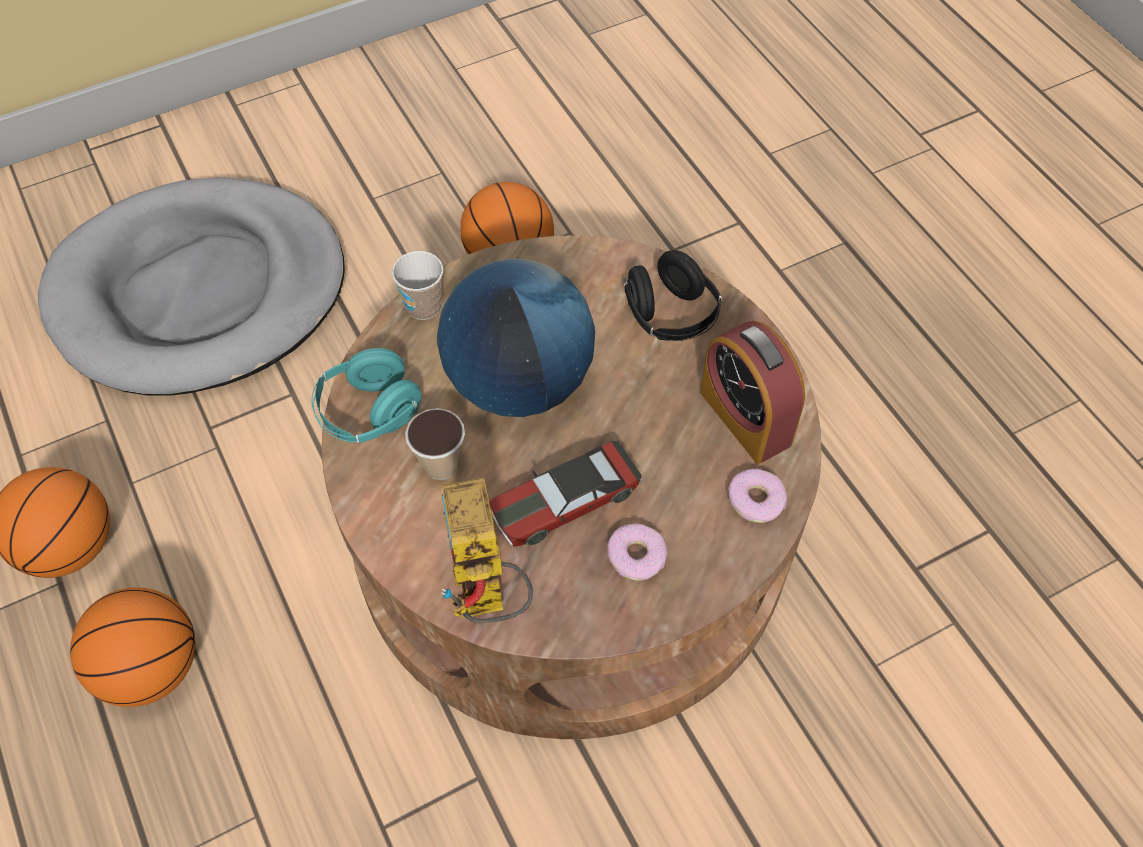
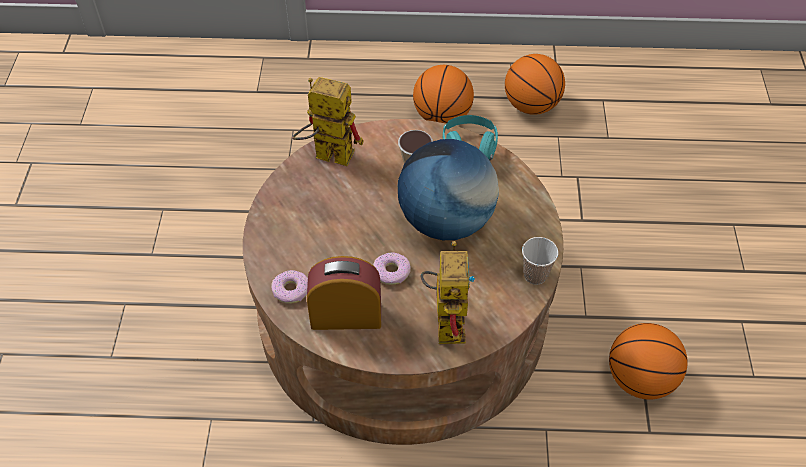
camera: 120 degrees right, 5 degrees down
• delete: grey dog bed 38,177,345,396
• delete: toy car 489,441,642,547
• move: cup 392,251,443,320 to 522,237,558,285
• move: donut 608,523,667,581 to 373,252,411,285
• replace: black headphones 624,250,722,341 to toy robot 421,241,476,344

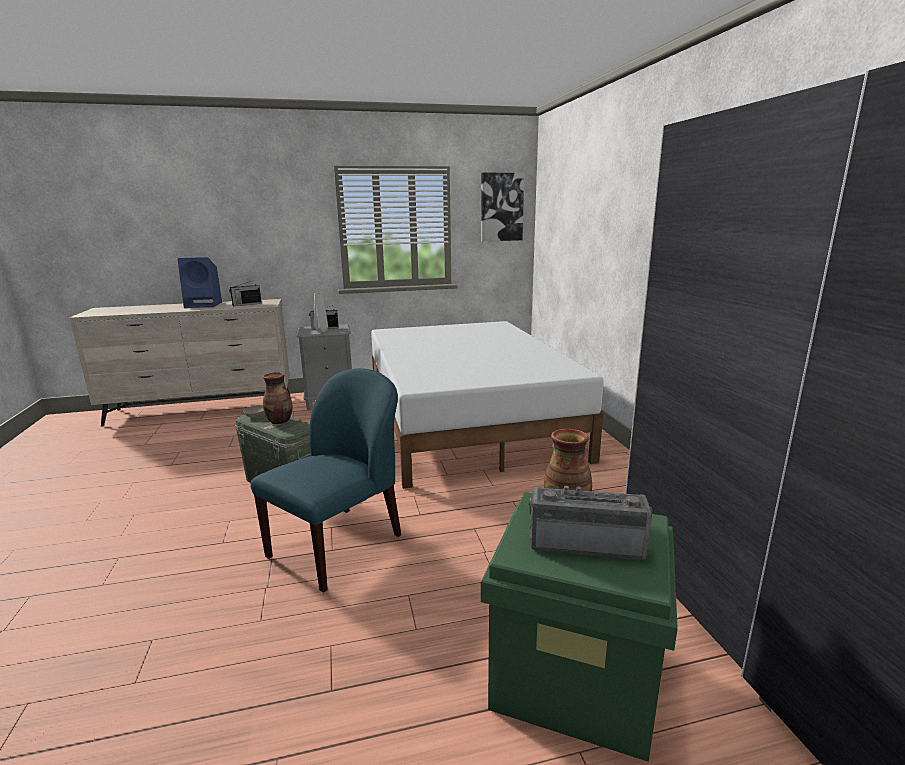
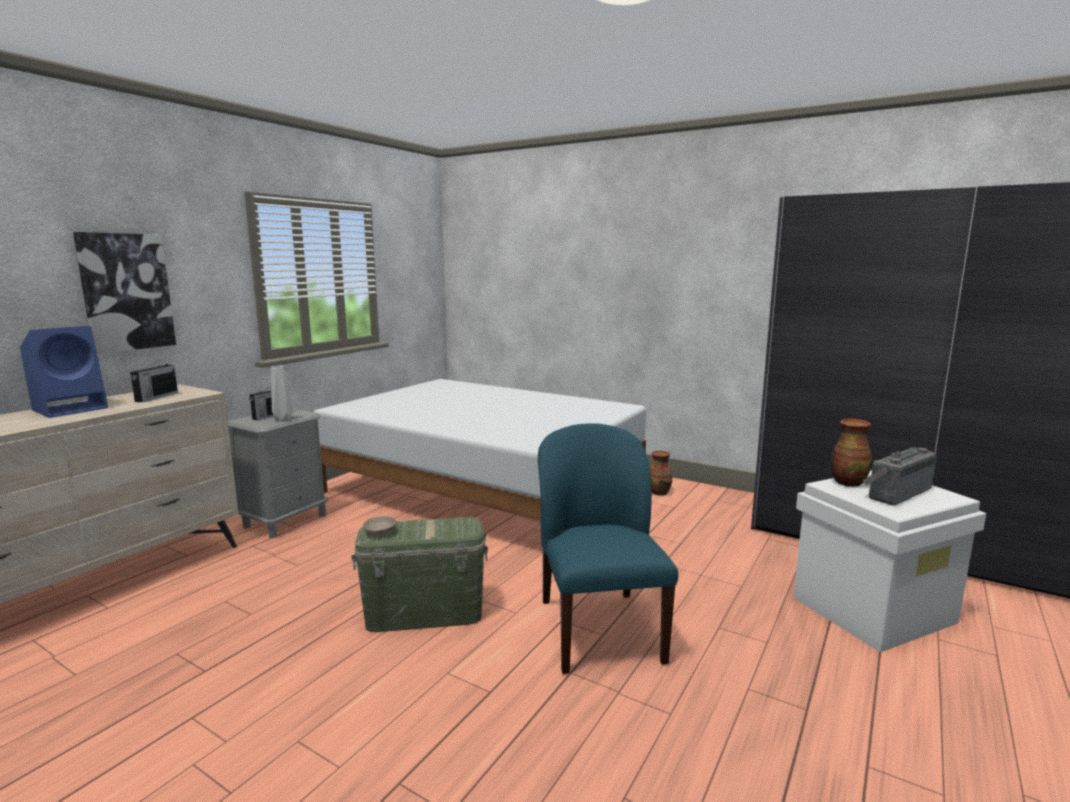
camera: 45 degrees left, 5 degrees down
• move: vase 263,372,293,424 to 650,451,672,495
• move: picture 481,173,524,241 to 73,232,176,354
• recolor: green storage box 481,492,678,762 to white storage box 793,470,986,653

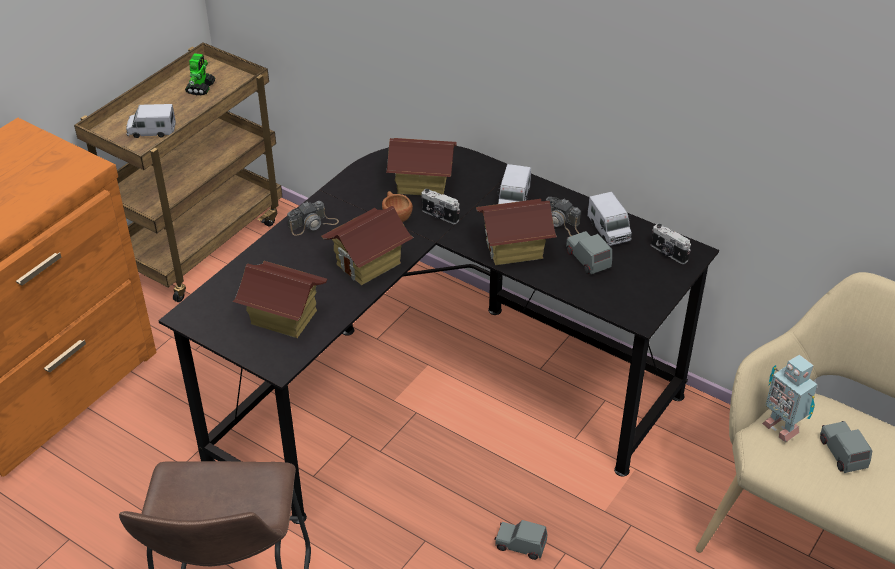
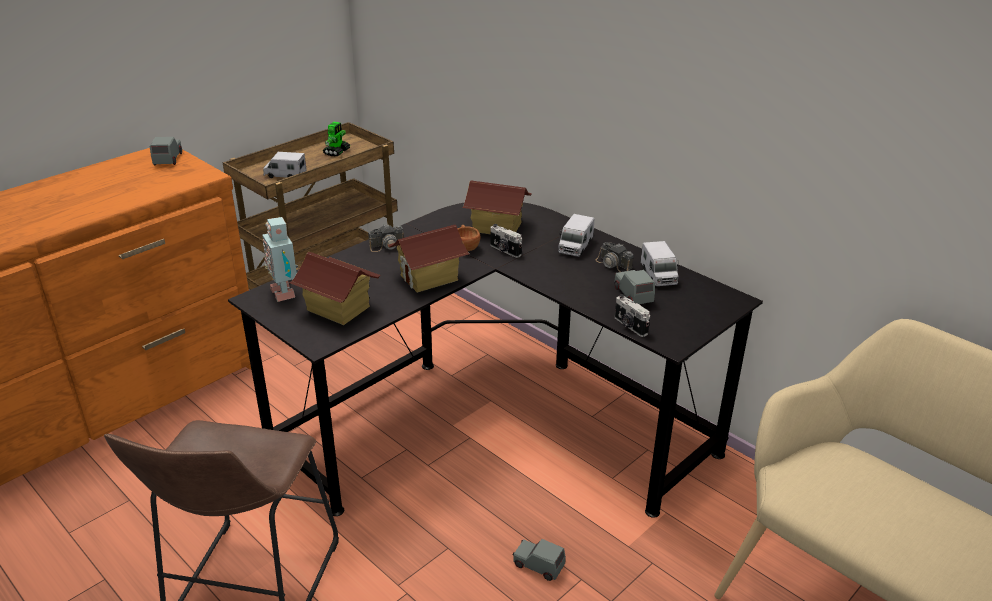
camera: 10 degrees right, 10 degrees down
• delete: toy house 476,199,557,265
• move: photo camera 651,223,691,264 to 615,295,650,337
• move: toy robot 762,355,818,442 to 262,217,298,302
• move: grey toy car 820,421,873,473 to 150,137,182,165

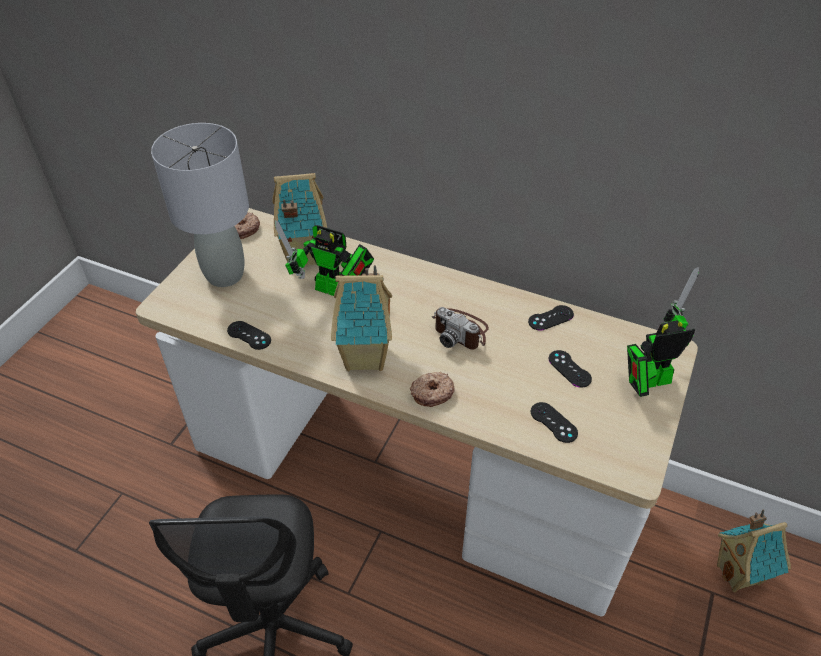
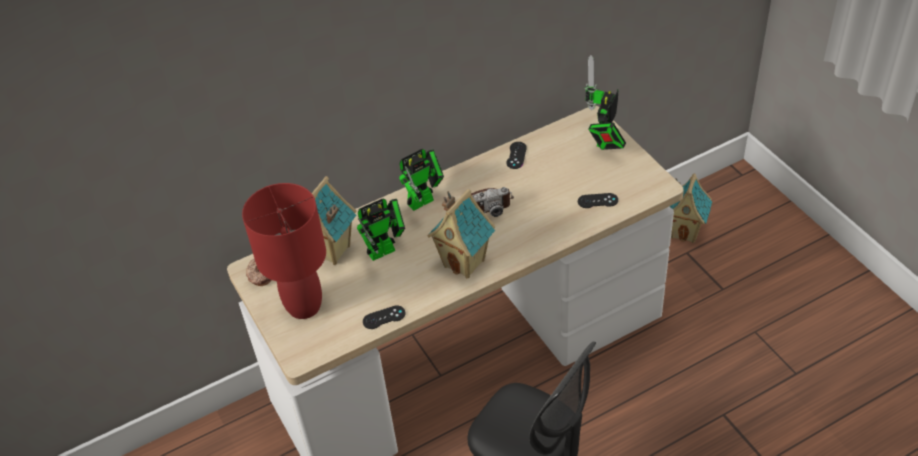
camera: 50 degrees left, 0 degrees up
• delete: donut 410,372,454,407
• delete: black game controller 549,350,592,388
• insert: toy robot 399,149,444,211
• recolor: grey table lamp 151,123,249,287 to red table lamp 242,183,326,319

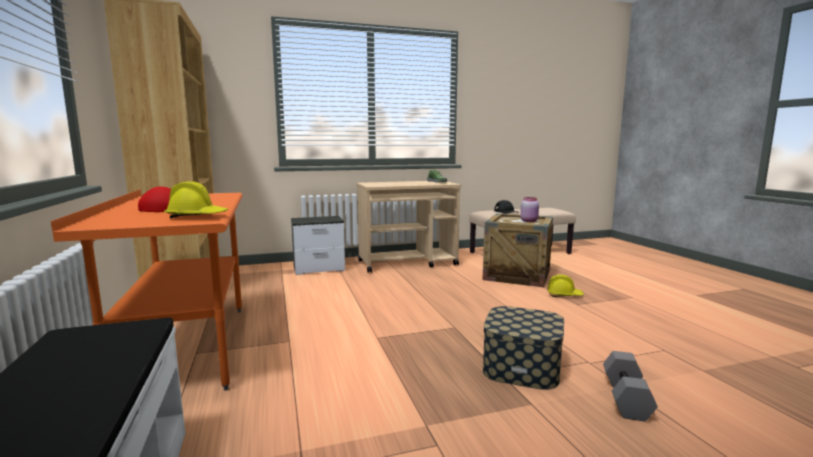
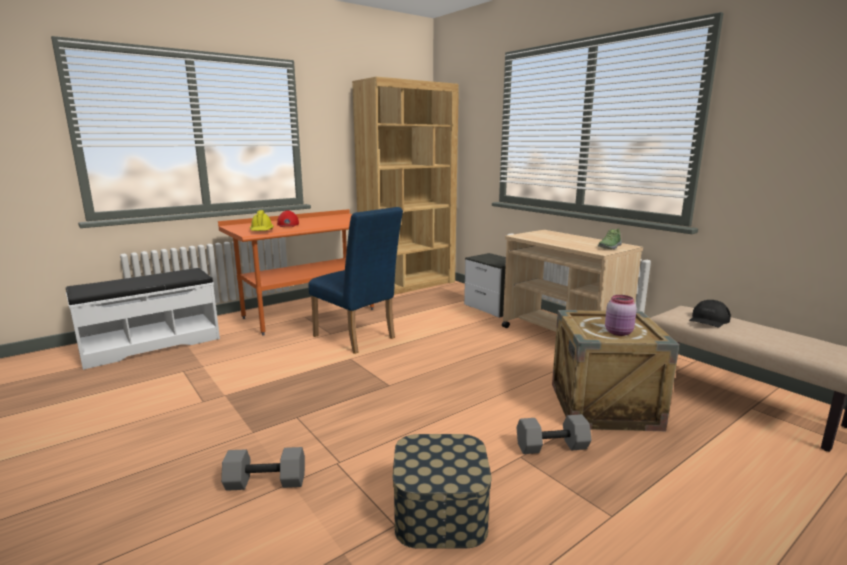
camera: 70 degrees right, 5 degrees up
• insert: blue chair 308,207,403,354
• move: storage box 483,306,564,390 to 392,434,492,549
• replace: yellow hard hat 548,275,584,297 to grey dumbbell 517,414,592,454

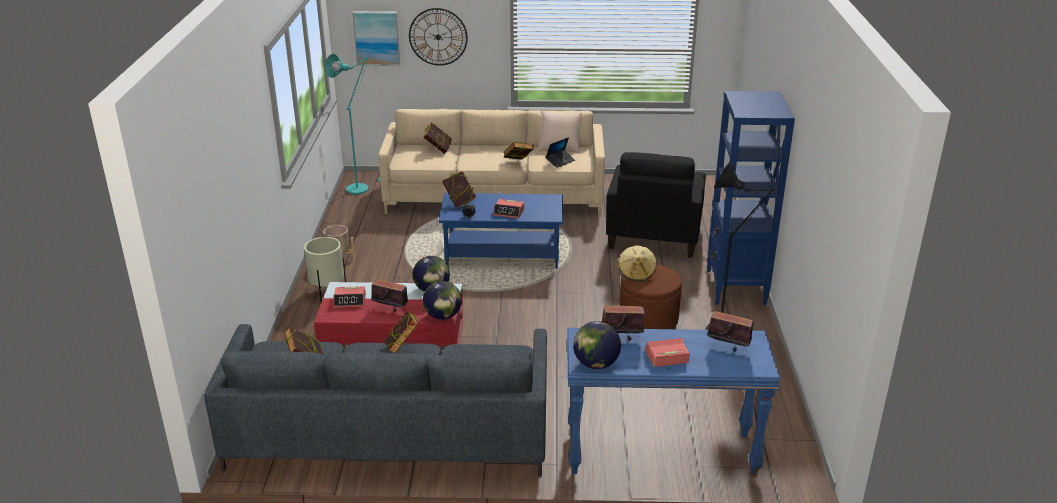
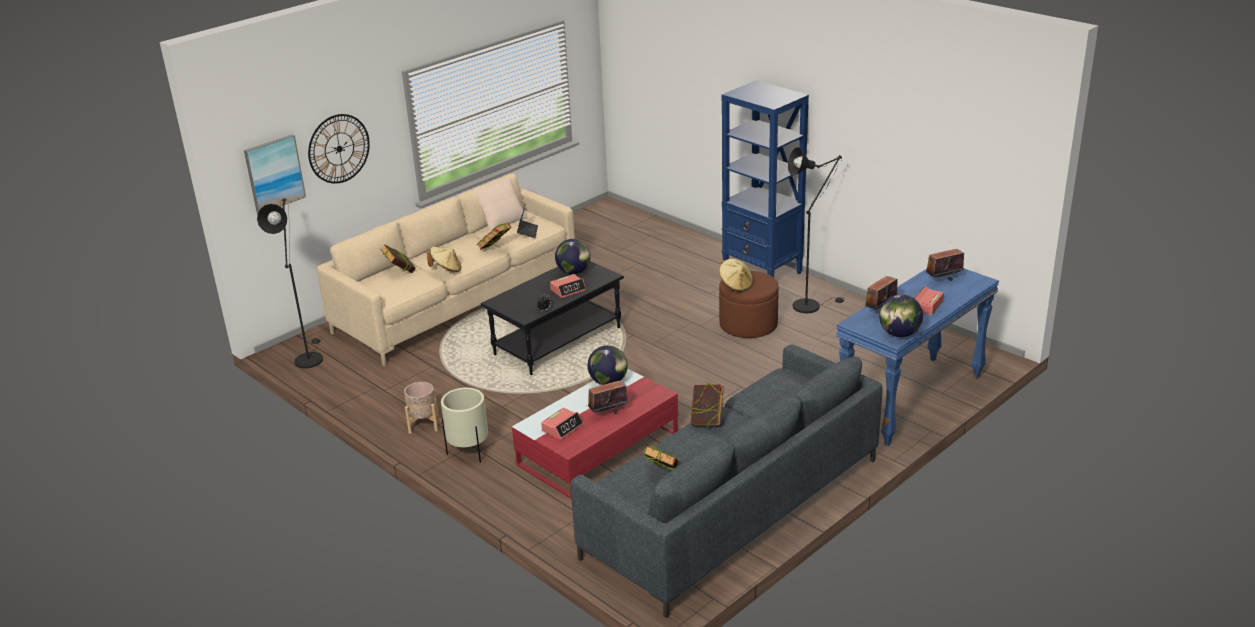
camera: 45 degrees left, 0 degrees up
• delete: book 442,171,476,208
• delete: black armchair 606,152,706,258
• insert: beige hat 427,246,461,272
• move: globe 423,281,462,320 to 555,239,591,274
• recolor: turquoise floor lamp 325,54,380,195 to black floor lamp 257,198,323,369
• recolor: blue coffee table 438,193,563,269 to black coffee table 481,261,624,375

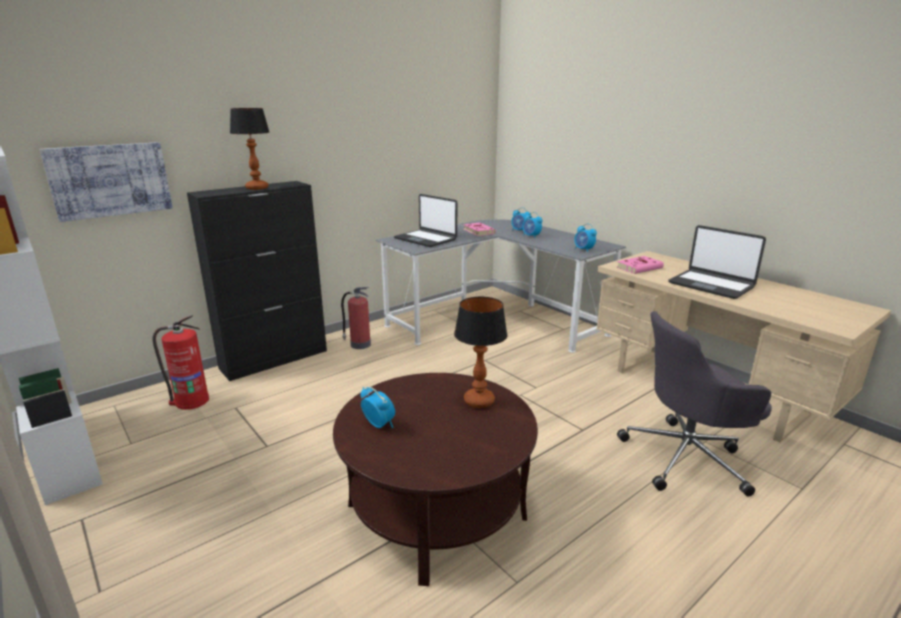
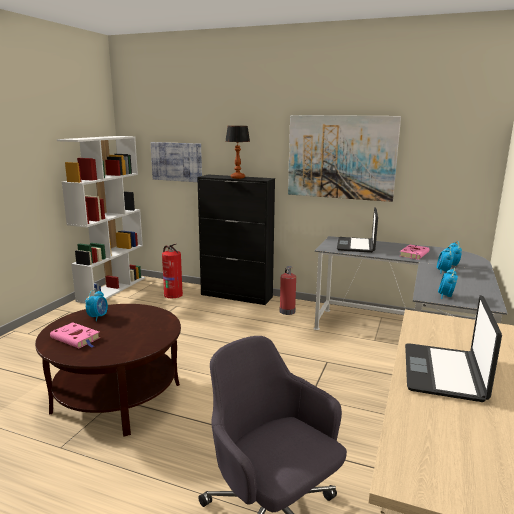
camera: 60 degrees right, 5 degrees down
• delete: table lamp 454,296,508,408
• insert: picture 288,115,401,202
• move: pink book 617,256,664,274 to 50,322,100,348

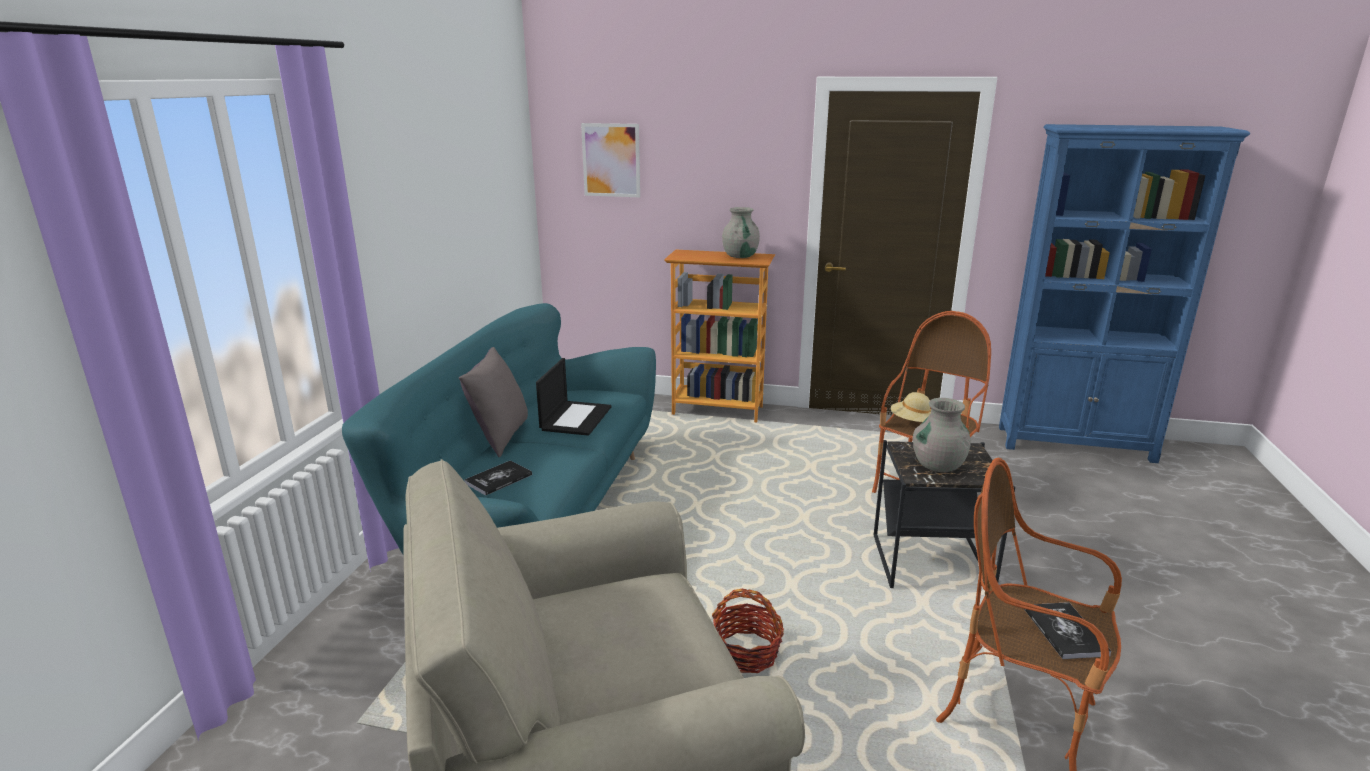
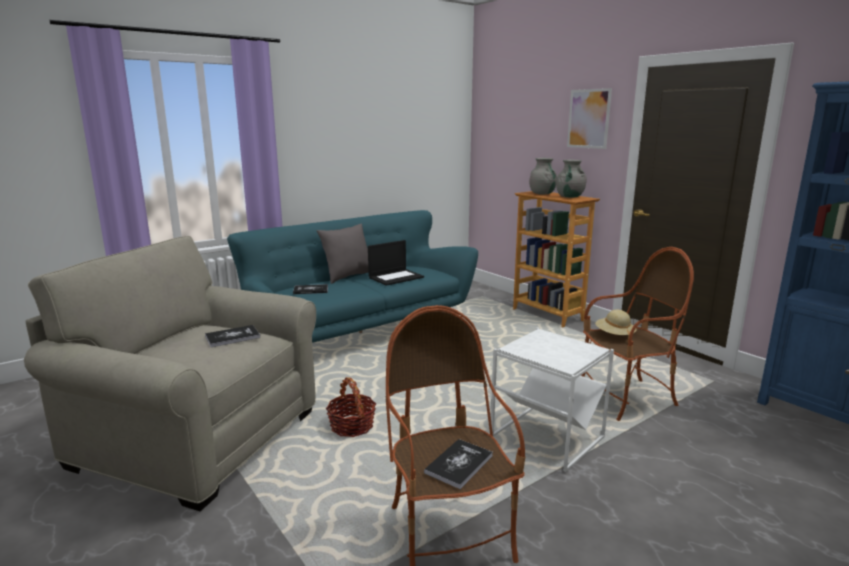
camera: 40 degrees right, 5 degrees down
• insert: book 205,325,260,347
• move: picture 581,123,640,197 to 567,88,612,149
• move: grey vase 912,398,971,472 to 529,158,557,195
• recolor: black side table 874,440,1015,588 to white side table 491,327,614,472

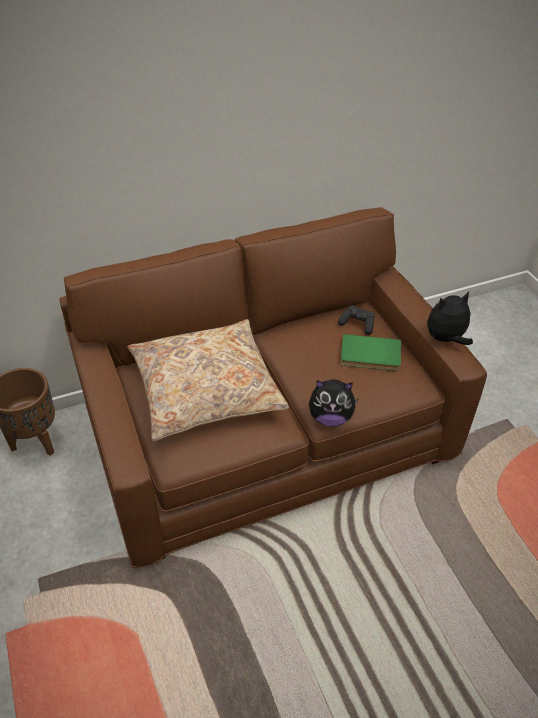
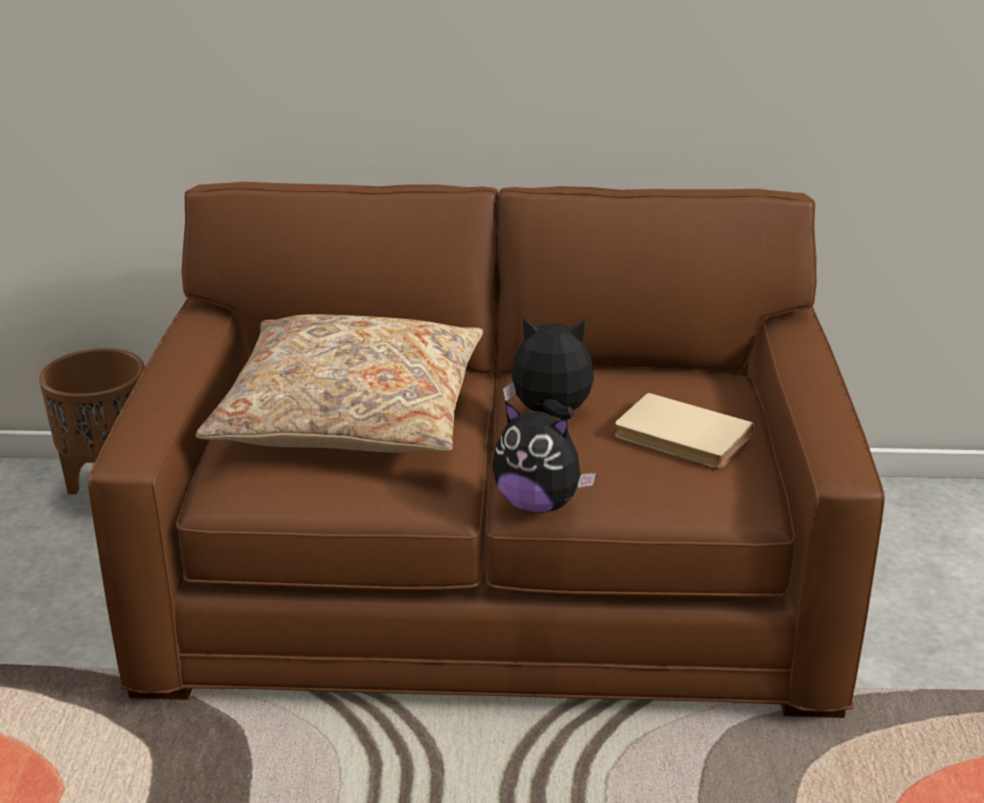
camera: 25 degrees right, 15 degrees down
• delete: black game controller 338,306,375,335
• move: plush toy 427,291,473,345 to 503,317,594,420
• recolor: green book 341,334,401,371 to beige book 615,393,754,468

